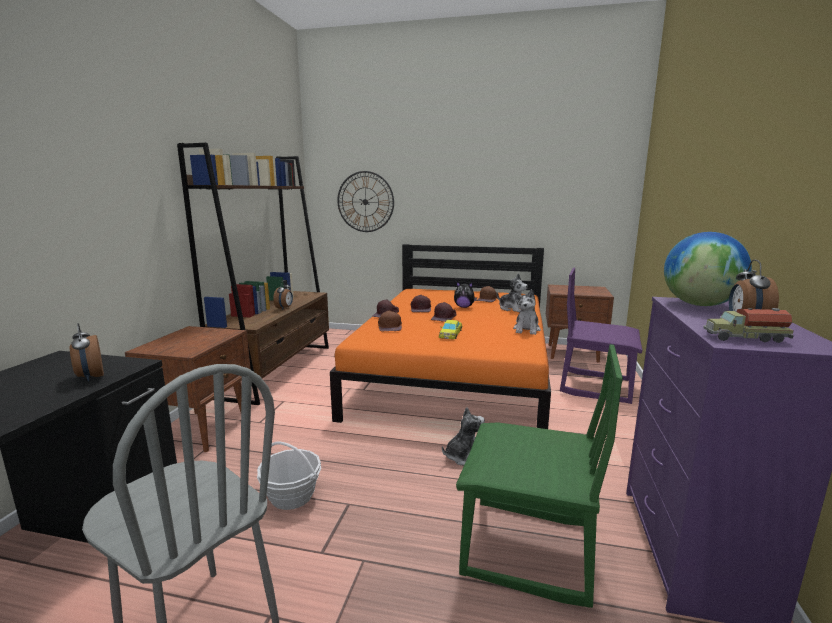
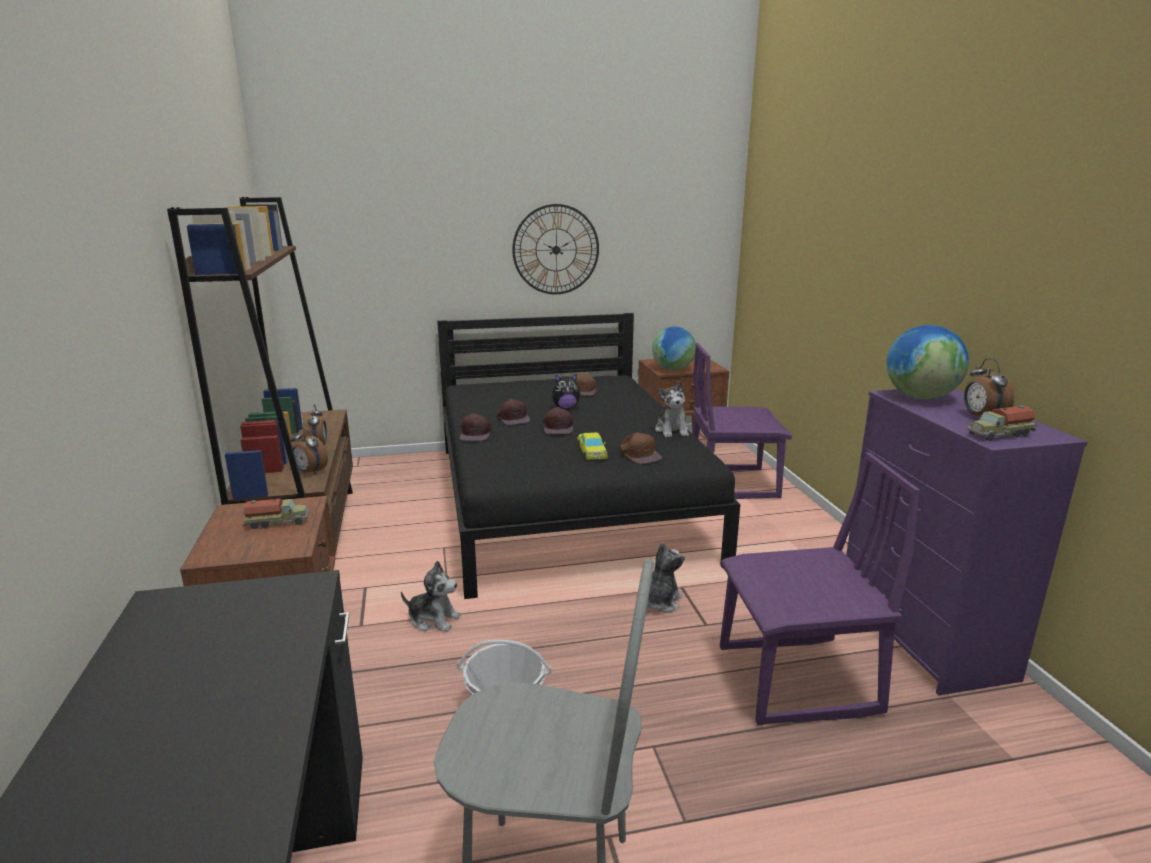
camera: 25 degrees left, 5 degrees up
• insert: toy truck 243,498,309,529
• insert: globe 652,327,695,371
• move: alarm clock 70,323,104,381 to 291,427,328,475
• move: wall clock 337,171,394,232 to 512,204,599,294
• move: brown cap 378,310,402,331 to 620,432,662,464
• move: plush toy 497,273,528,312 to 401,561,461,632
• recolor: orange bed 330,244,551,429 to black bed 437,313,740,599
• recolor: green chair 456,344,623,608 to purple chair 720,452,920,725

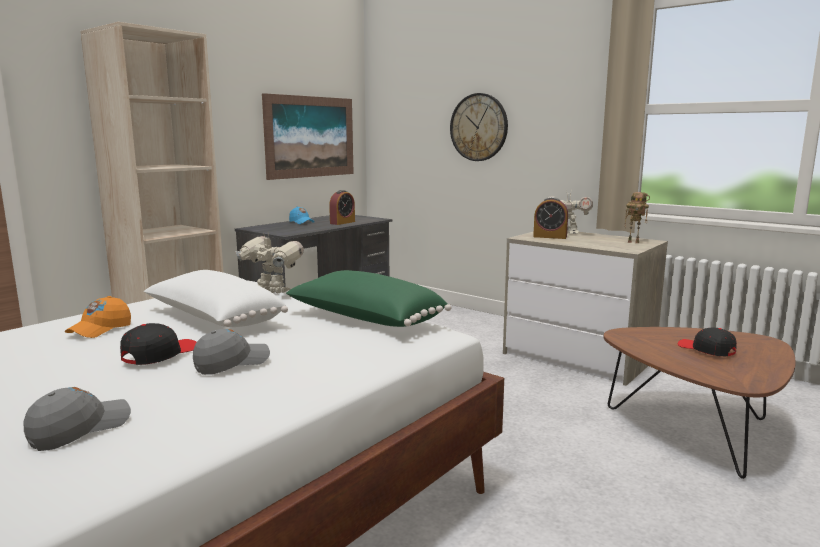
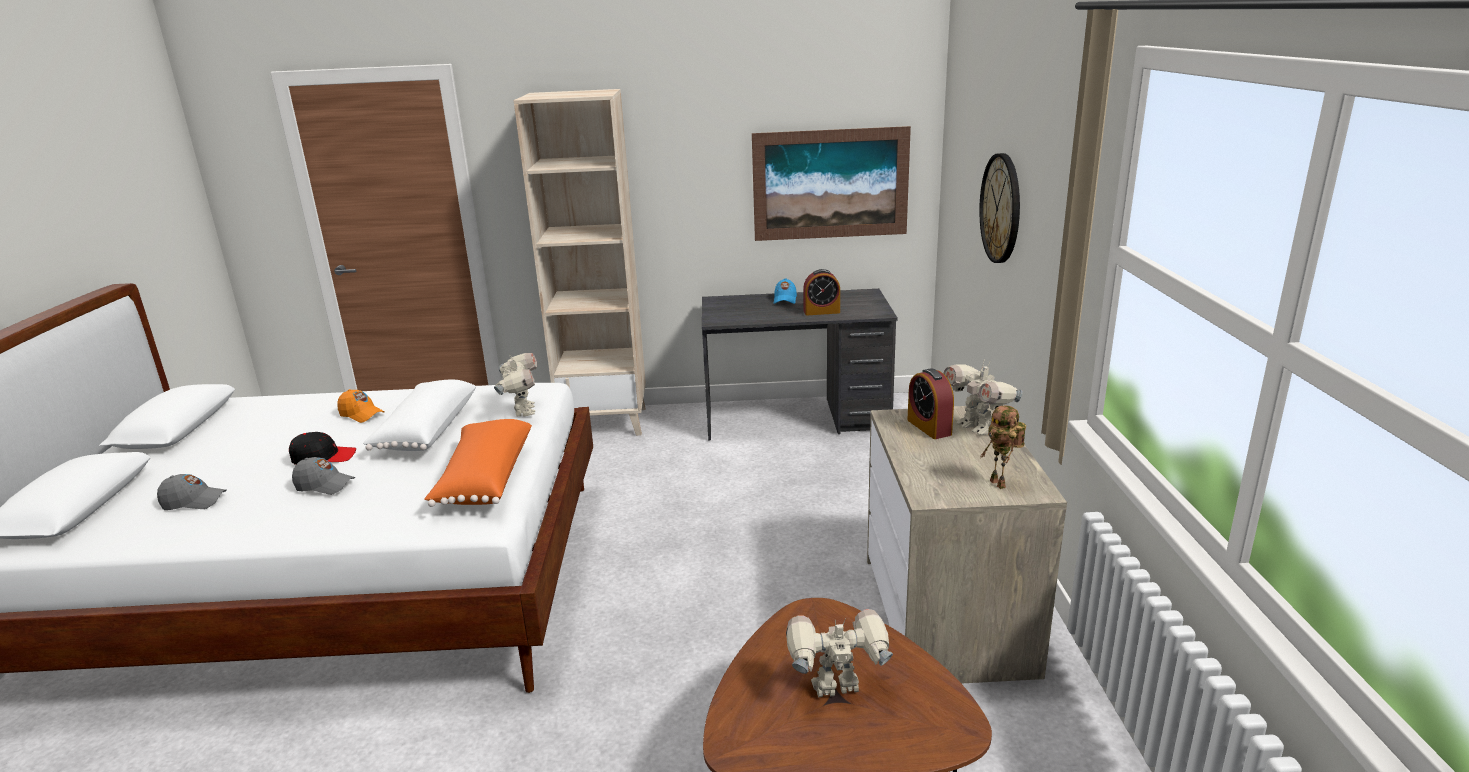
camera: 50 degrees right, 10 degrees up
• replace: black cap 678,328,737,356 to toy robot 786,609,893,697
• recolor: green pillow 286,270,451,327 to orange pillow 424,419,532,507
• rotate: orange cap 65,296,131,338 = 337,389,385,423 135 degrees counterclockwise

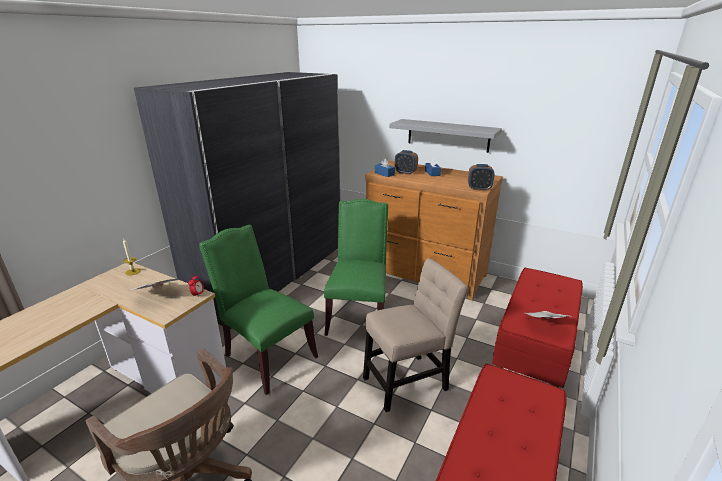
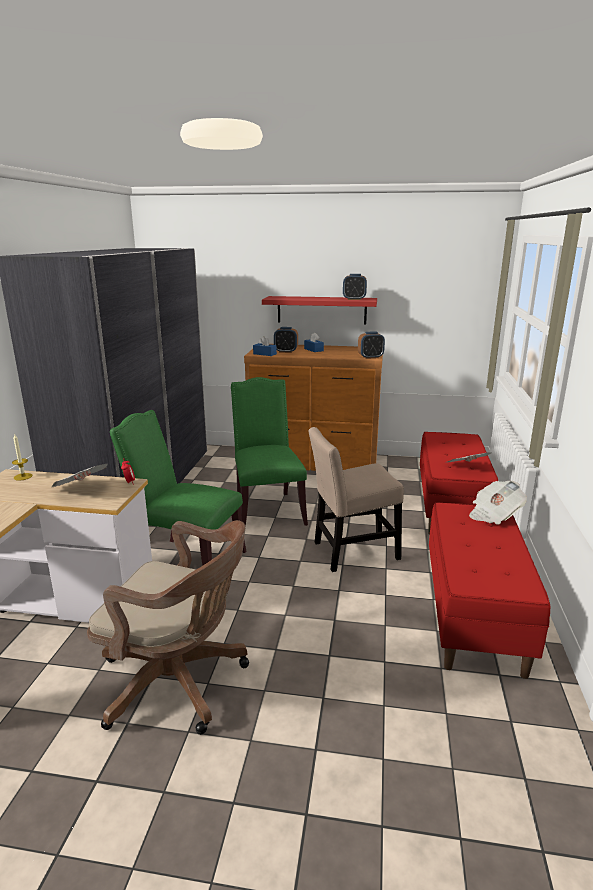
camera: 20 degrees left, 5 degrees down
• insert: alarm clock 343,274,367,300
• insert: newspaper 469,481,527,524
• recolor: grey shelf 389,119,502,153 to red shelf 262,296,377,325
• rotate: beige chair 363,258,469,412 = 309,427,404,572 150 degrees counterclockwise

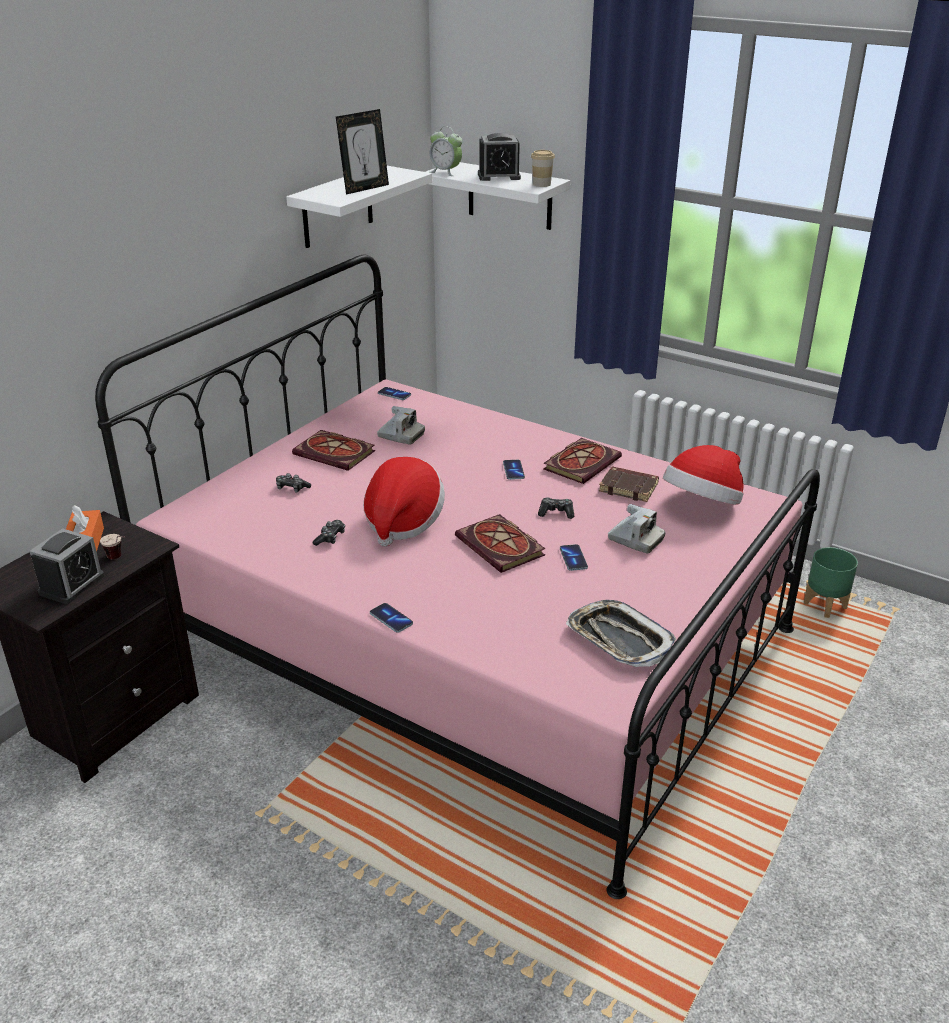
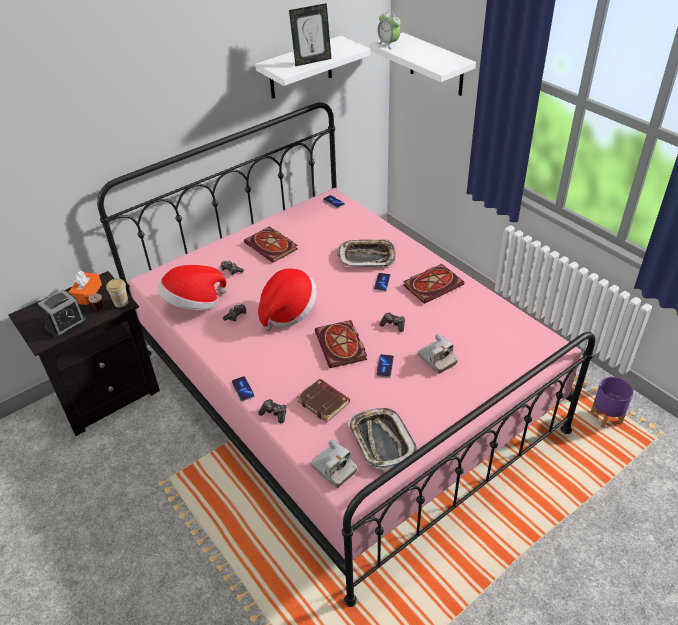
camera: 20 degrees right, 10 degrees up
• delete: alarm clock 478,133,521,181
• insert: game controller 258,399,286,423
• insert: tray 337,239,396,267
• move: photo camera 377,406,425,445 to 311,439,357,488
• move: cup 531,150,555,187 to 106,279,128,307
• move: brown book 599,466,659,502 to 297,379,350,422
• move: hat 663,445,744,505 to 158,265,227,311
• recolor: green planter 804,547,858,618 to purple planter 591,377,633,428

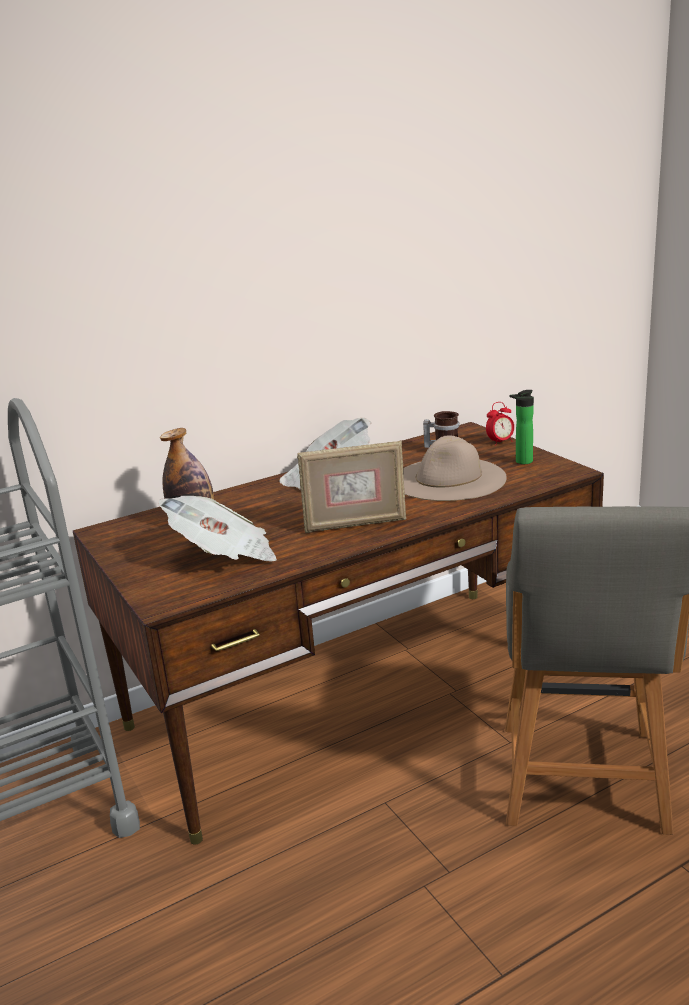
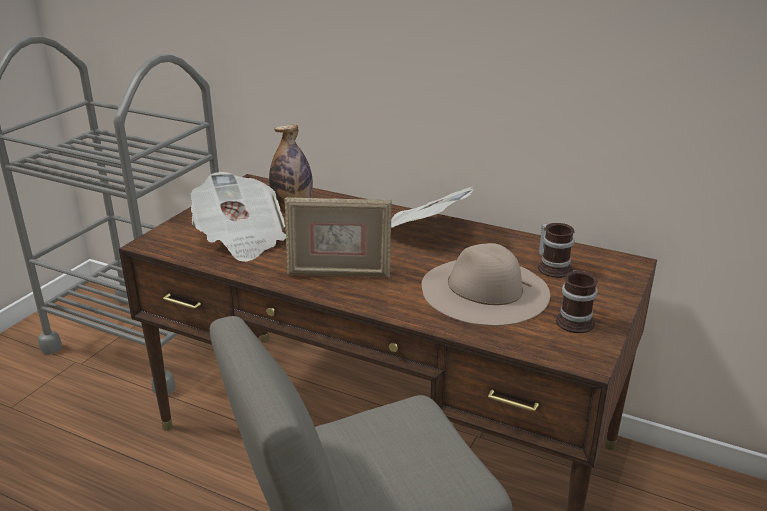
camera: 55 degrees right, 5 degrees up
• delete: alarm clock 486,402,514,446
• replace: bottle 509,390,534,464 to mug 556,270,598,333
• rotate: picture frame 297,440,406,533 = 284,197,392,278 45 degrees counterclockwise

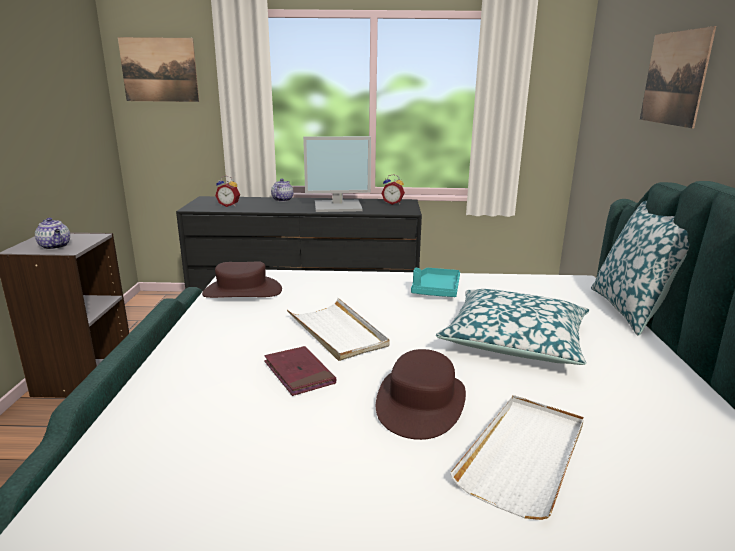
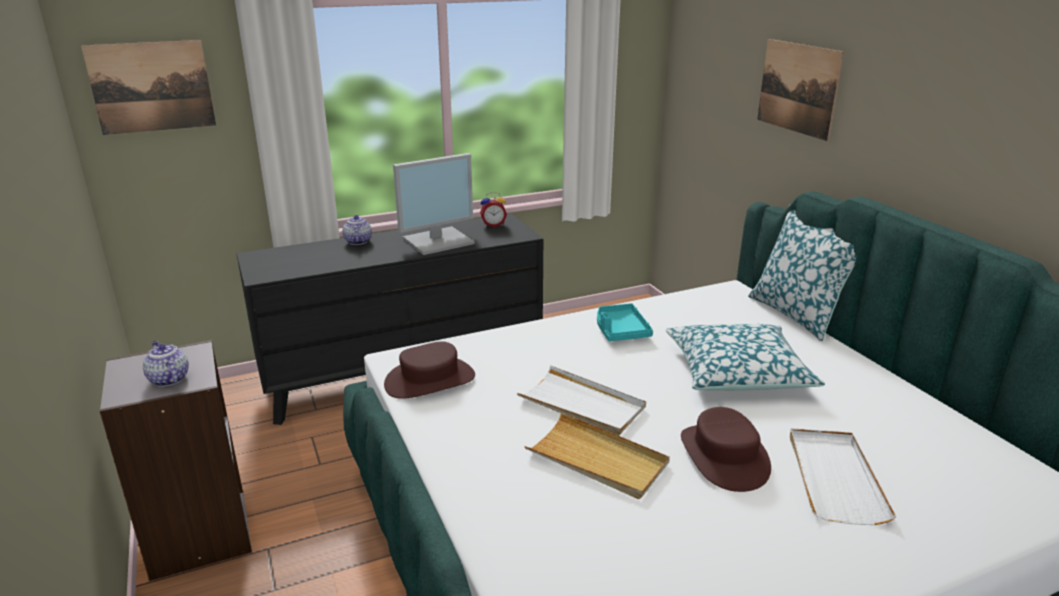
camera: 25 degrees left, 5 degrees up
• delete: alarm clock 215,176,240,207
• replace: red book 264,346,336,396 to beige tray 524,412,670,499
• rotate: teapot 35,218,70,249 = 143,341,189,387 150 degrees counterclockwise

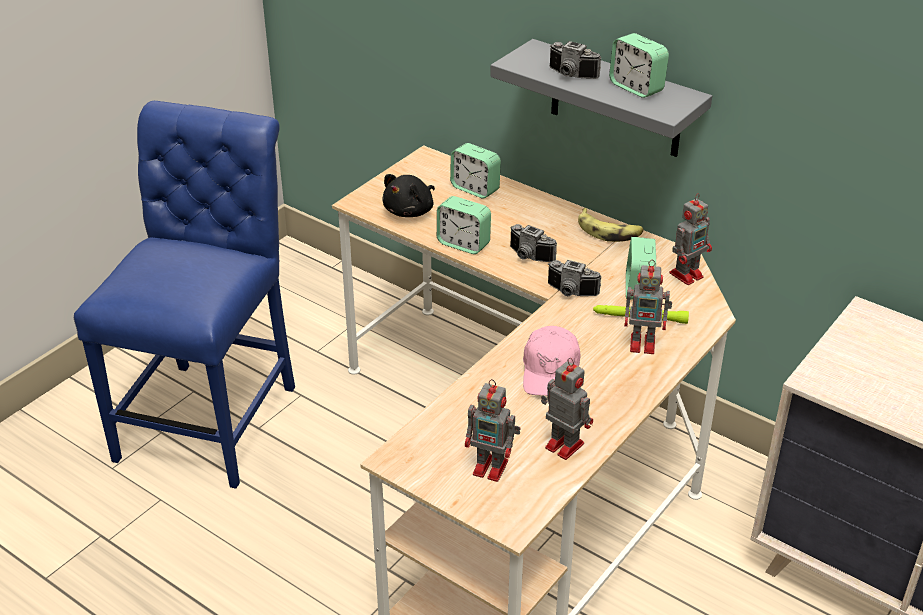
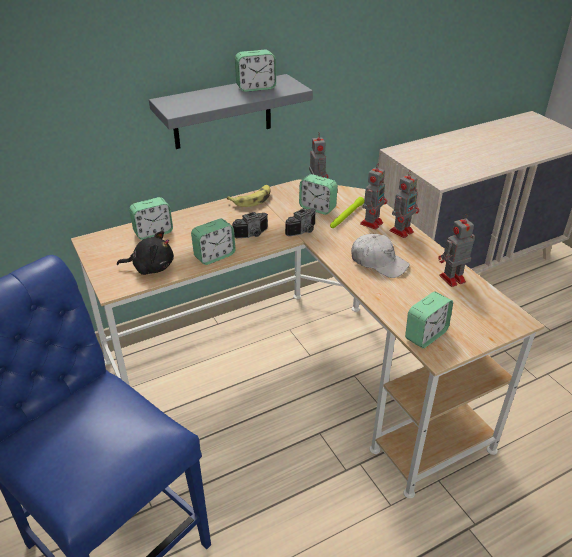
camera: 65 degrees left, 0 degrees up
• delete: photo camera 550,41,602,79
• insert: alarm clock 405,292,453,348
• move: toy robot 465,379,520,482 to 390,170,419,238
• recolor: pink cap 523,326,581,396 to white cap 351,234,409,278
• rotate: black plush toy 382,174,435,217 = 117,231,174,275 60 degrees counterclockwise

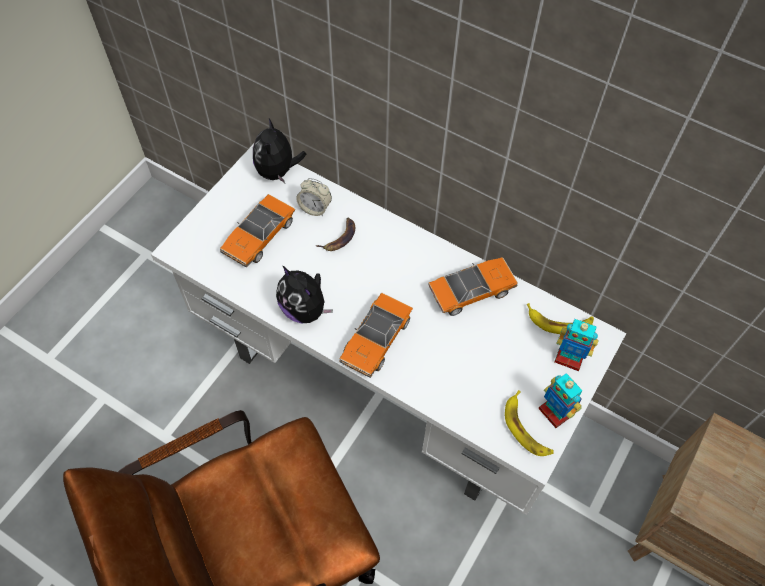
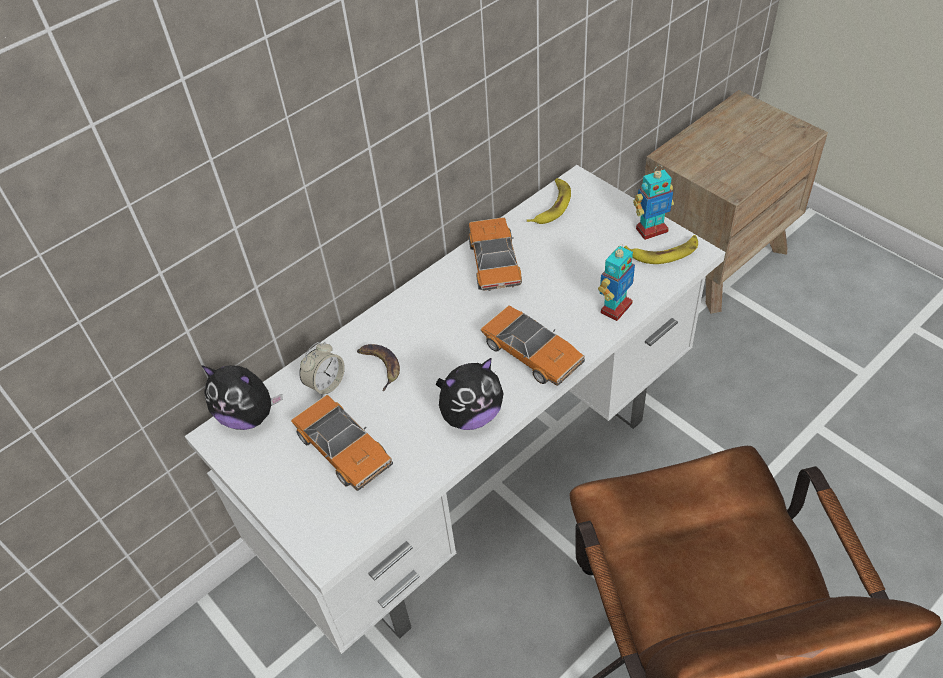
camera: 70 degrees left, 10 degrees down
• move: toy robot 554,319,599,371 to 598,244,635,321

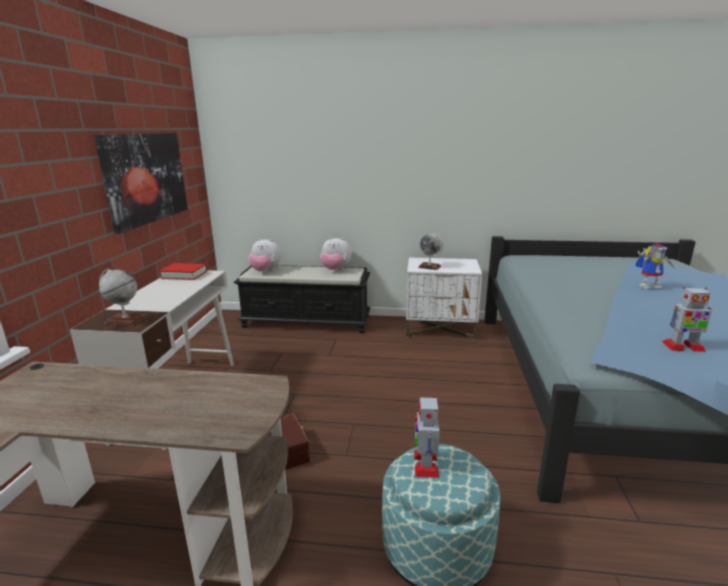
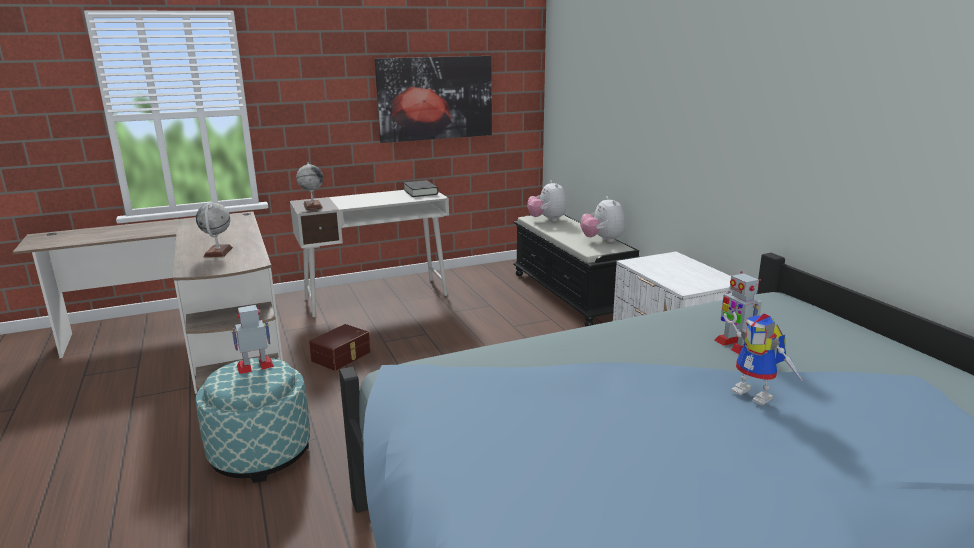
camera: 60 degrees right, 0 degrees up
• move: globe 418,233,443,270 to 196,203,233,257
• move: toy robot 662,287,712,352 to 714,271,762,354
• recolor: red book 159,263,207,280 to black book 403,180,438,197

